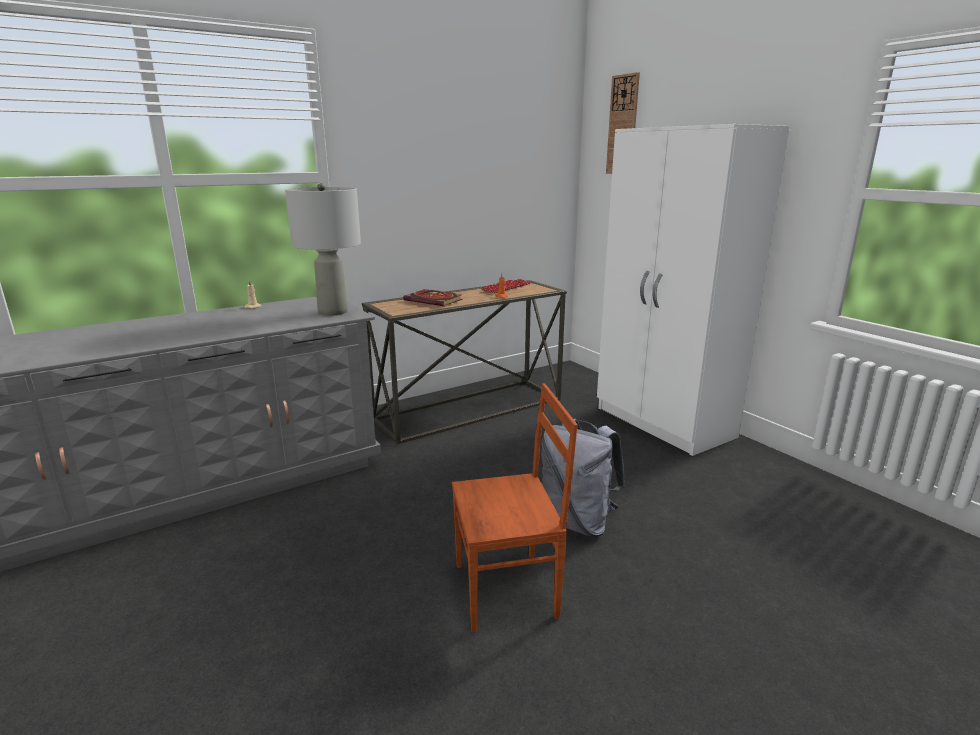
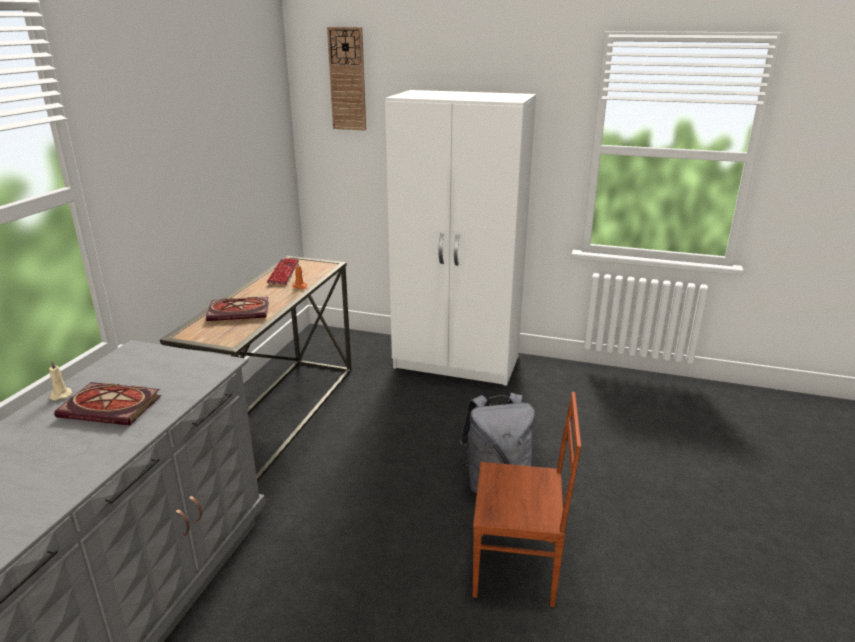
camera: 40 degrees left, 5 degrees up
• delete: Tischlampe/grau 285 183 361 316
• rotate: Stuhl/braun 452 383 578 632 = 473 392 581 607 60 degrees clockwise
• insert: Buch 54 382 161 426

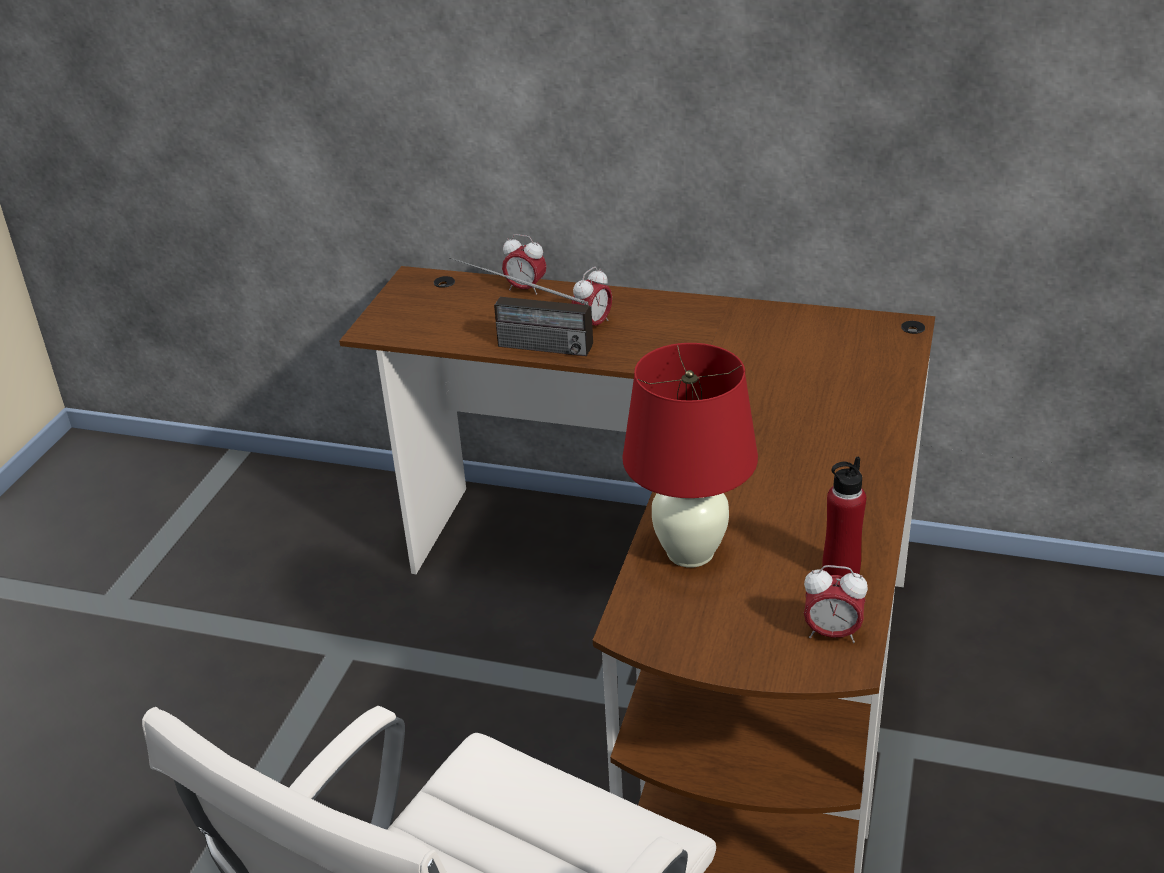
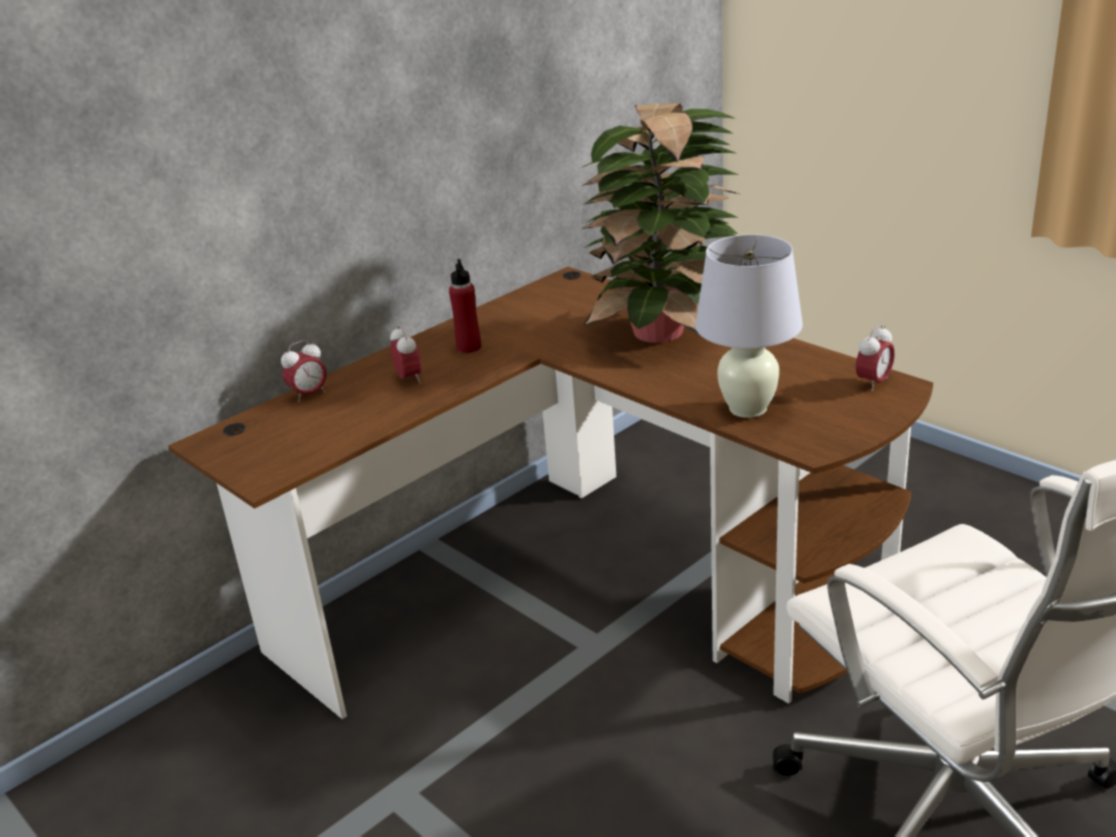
camera: 60 degrees left, 5 degrees down
• delete: Radio 449 257 593 356
• recolor: Tischlampe/rot 622 343 758 567 to Tischlampe/weiß 695 234 803 418
• move: Flasche/rot 822 457 866 576 to 449 259 481 353
• insert: Topfpflanze 578 103 739 343

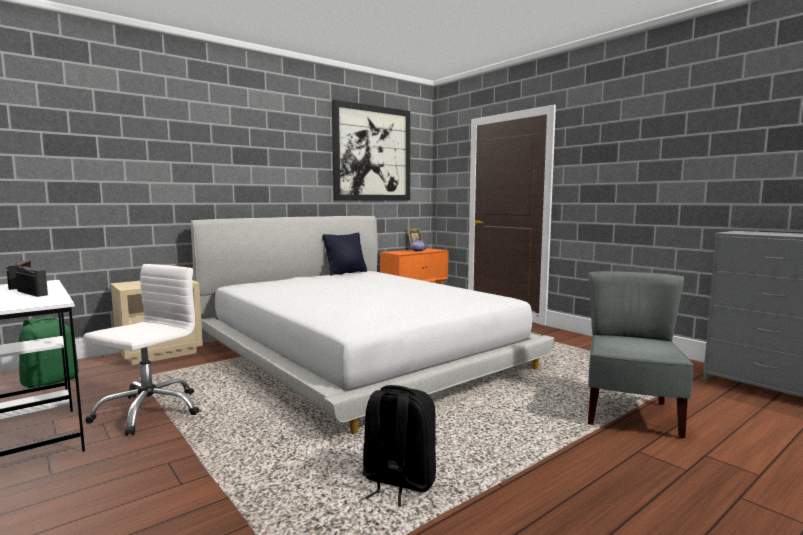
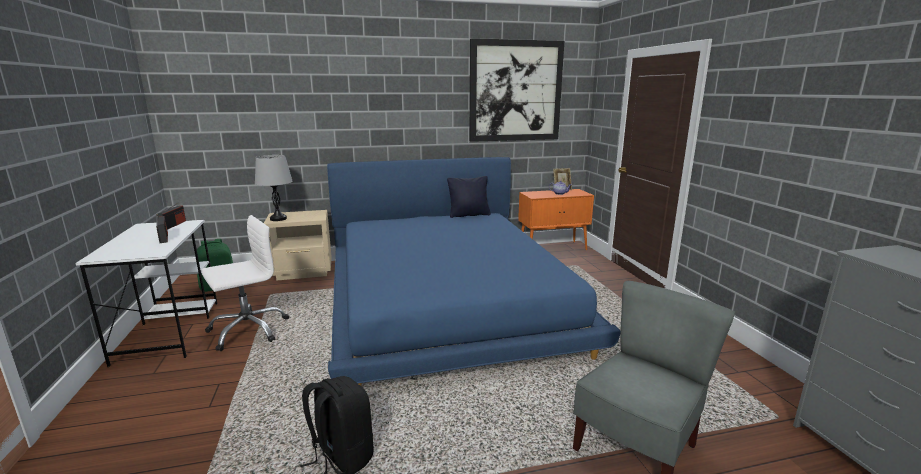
camera: 25 degrees right, 10 degrees up
• recolor: Bett/weiß 191 216 554 434 to Bett/blau 327 157 621 386
• insert: Tischlampe/grau 255 155 292 221

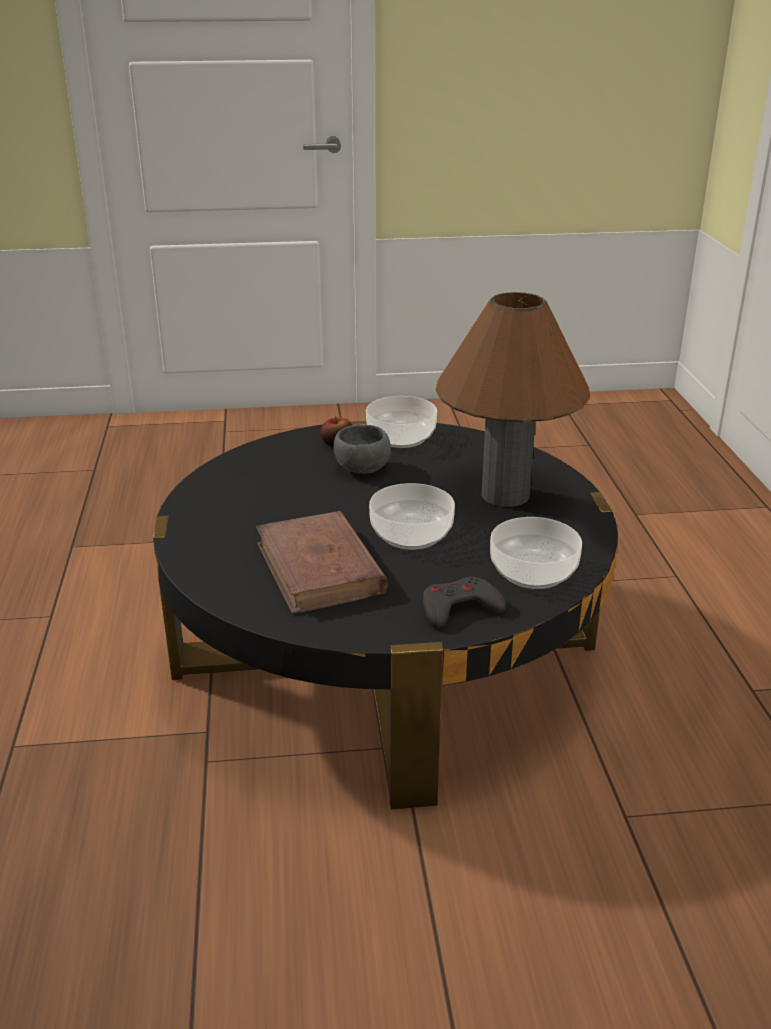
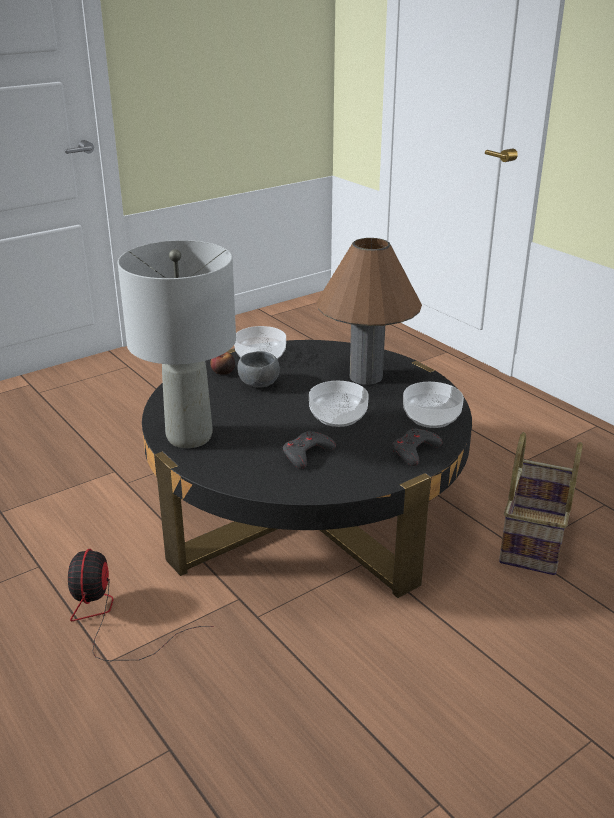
camera: 30 degrees left, 0 degrees up
• replace: Buch/braun 256 511 388 614 to Gamepad/grau 283 431 336 469
• insert: Tischlampe/grau 117 240 236 448
• insert: Korb 499 432 583 575
• insert: Ventilator 68 549 213 661

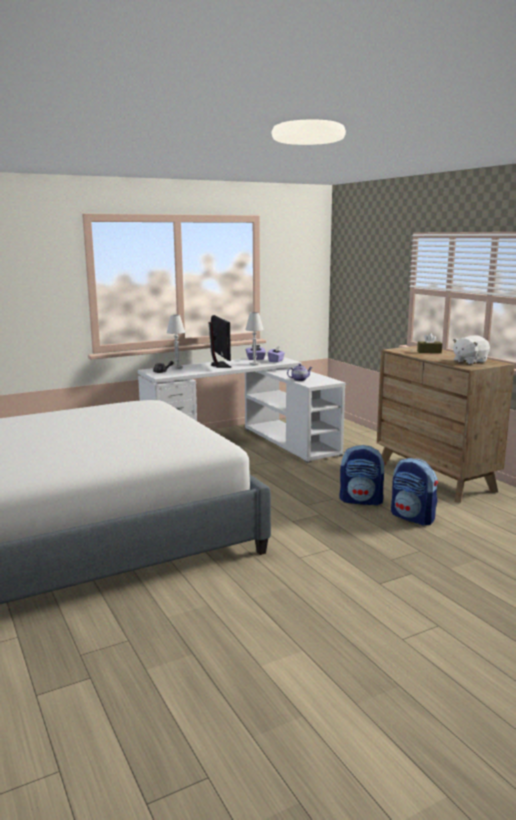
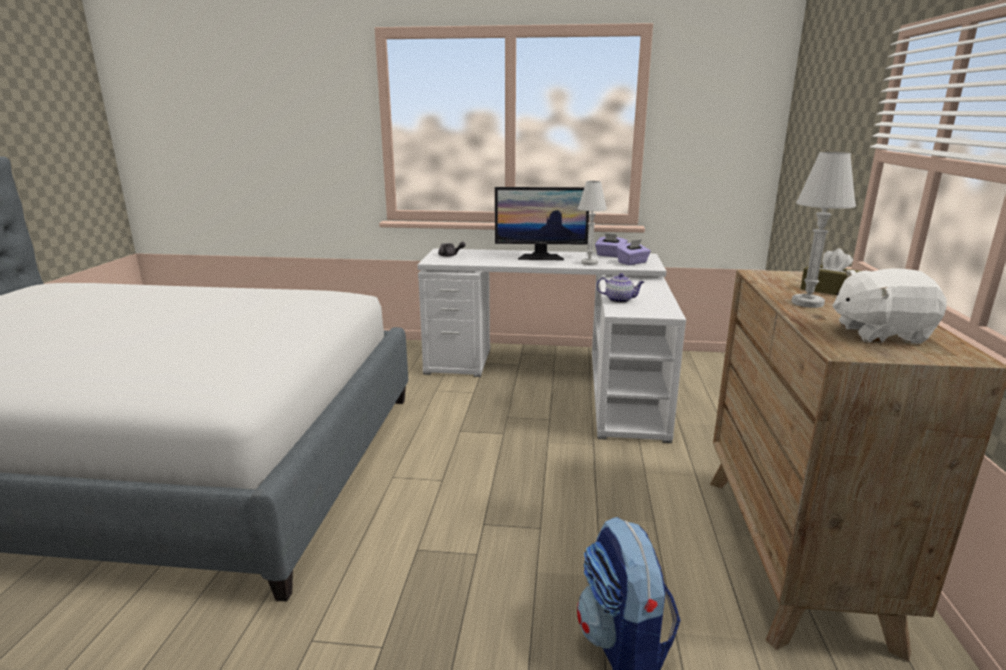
camera: 35 degrees right, 5 degrees up
• move: Tischlampe/weiß 167 315 185 369 to 791 152 856 308
• rotate: Monitor 208 315 231 368 = 495 187 589 260 75 degrees clockwise
• delete: Rucksack 340 445 386 506

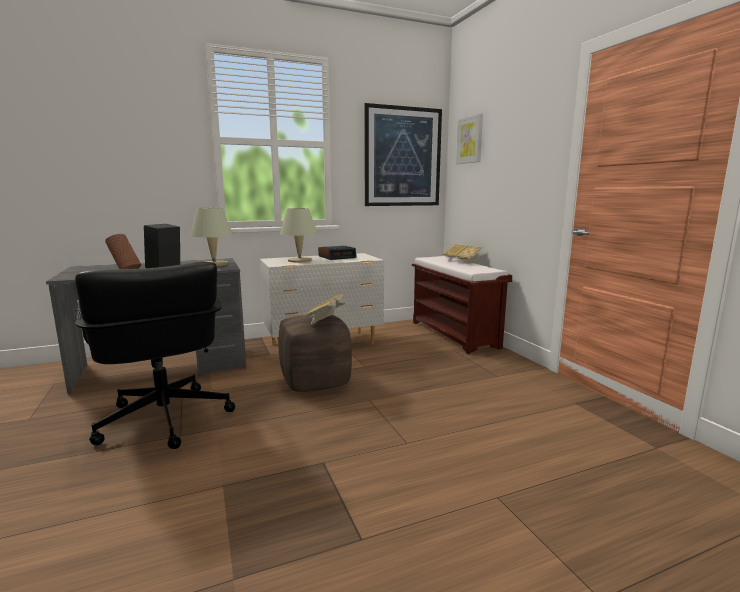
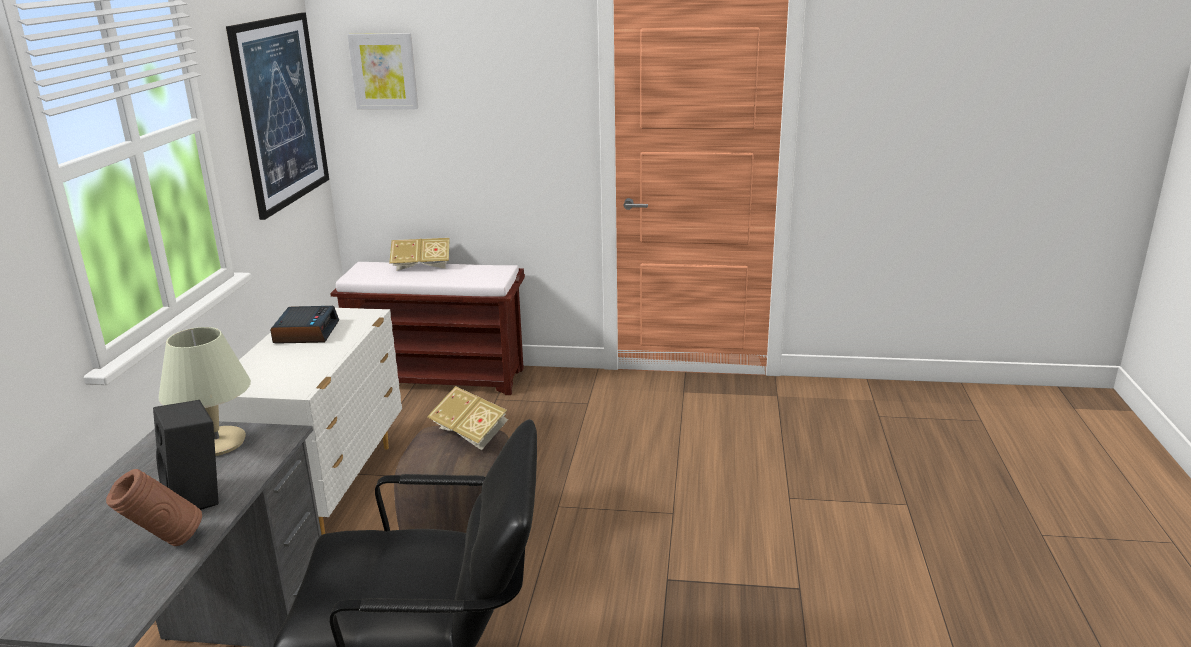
camera: 60 degrees left, 10 degrees up
• delete: Tischlampe/beige 280 208 318 263

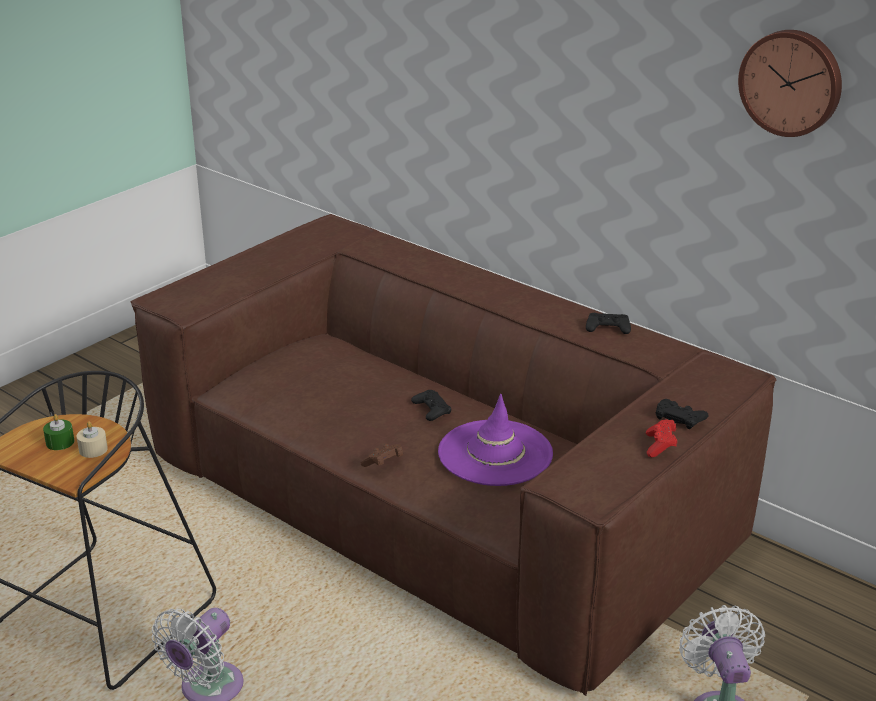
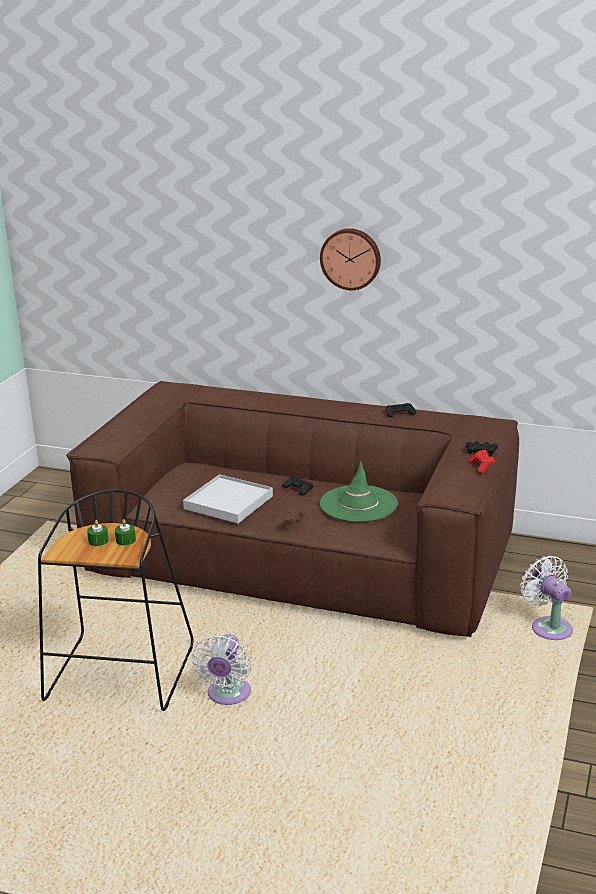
camera: 20 degrees left, 5 degrees down
• move: Wanduhr 738 30 842 137 to 320 228 381 290
• recolor: Hut/lila 438 394 553 486 to Hut/grün 320 461 398 522
• recolor: Kerze/beige 76 421 108 458 to Kerze/grün 115 519 136 545
• insert: Tablett/weiß 183 474 273 524

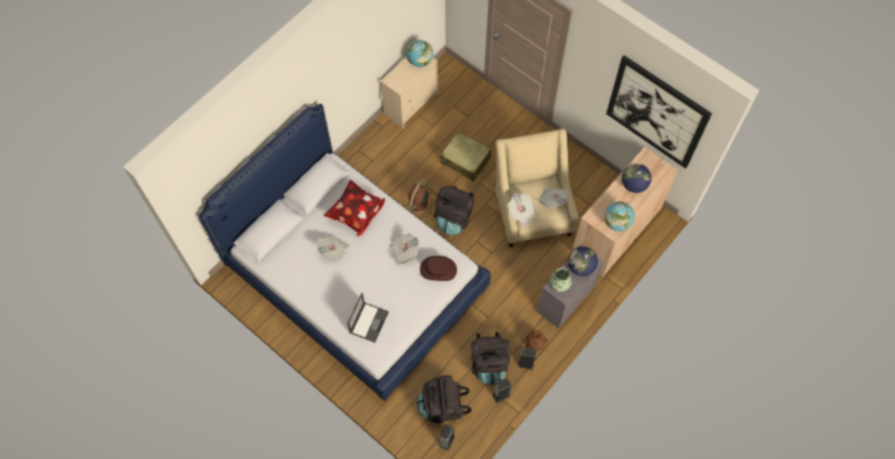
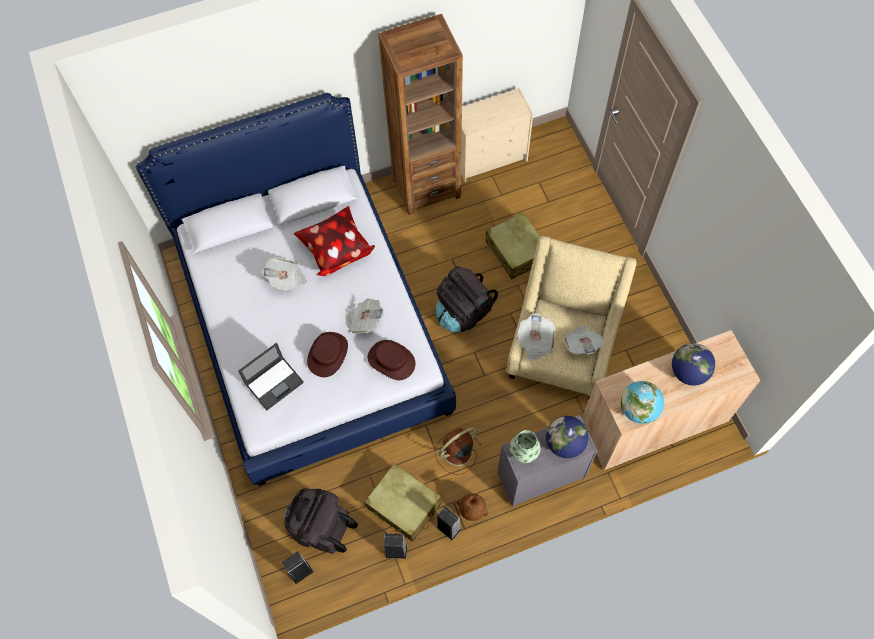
camera: 30 degrees right, 0 degrees up
• delete: Globus 407 40 433 67
• delete: Bild 606 55 712 169
• move: Ventilator/braun 403 180 433 218 to 435 427 482 475
• replace: Rucksack/schwarz 471 332 510 385 to Koffer/beige 364 464 442 542
• insert: Bücherregal/braun 378 14 463 215
• insert: Hut/braun 307 332 348 377

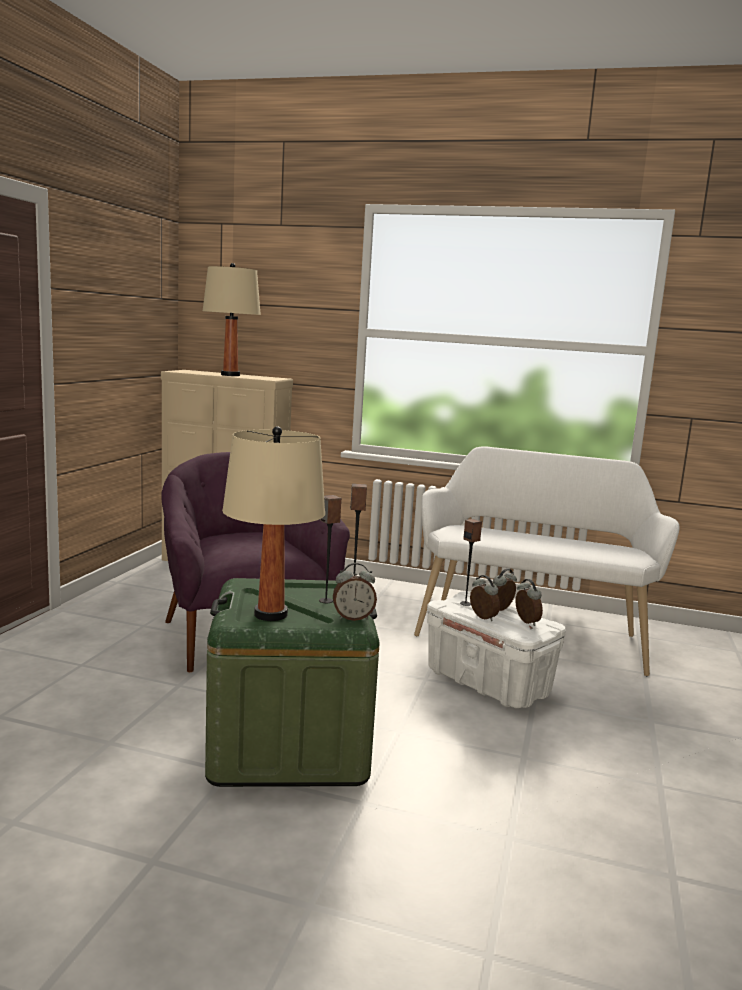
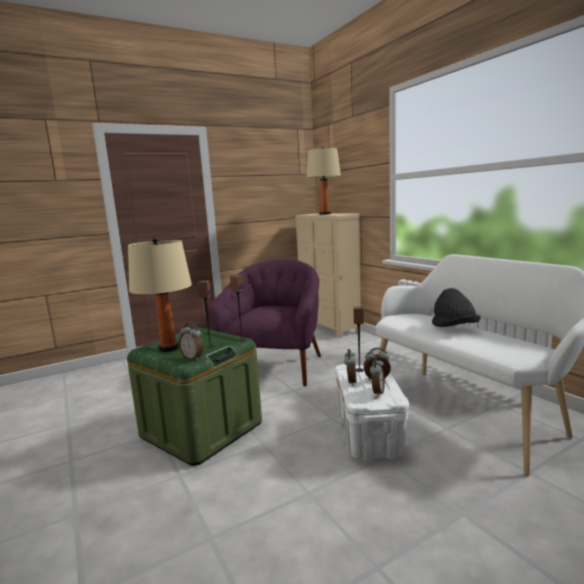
camera: 45 degrees right, 0 degrees up
• insert: Hut/schwarz 432 288 481 327

